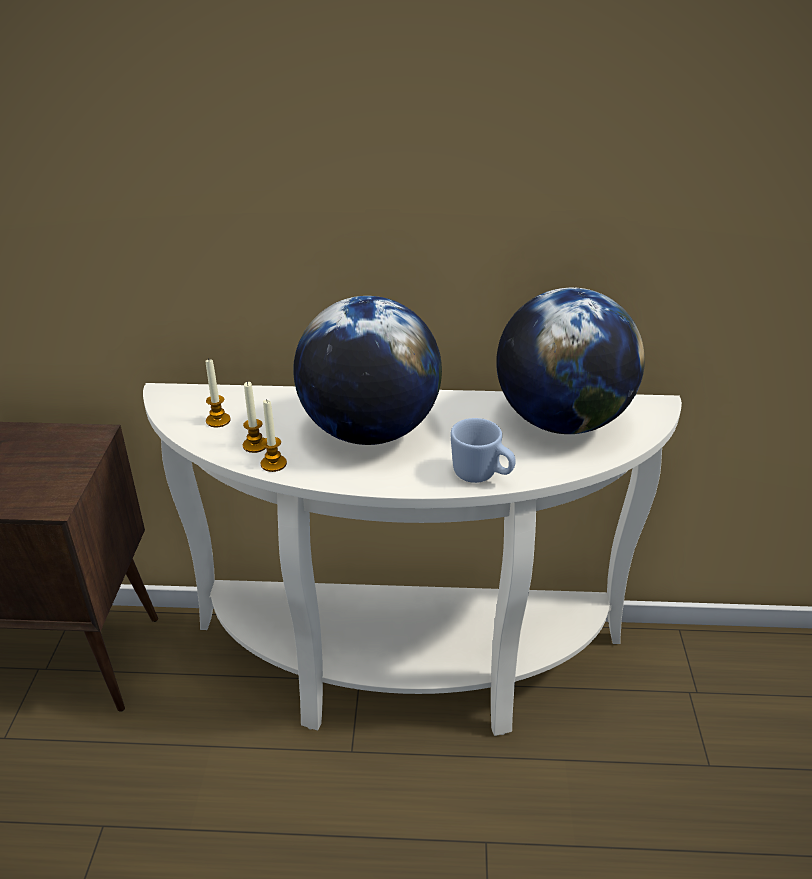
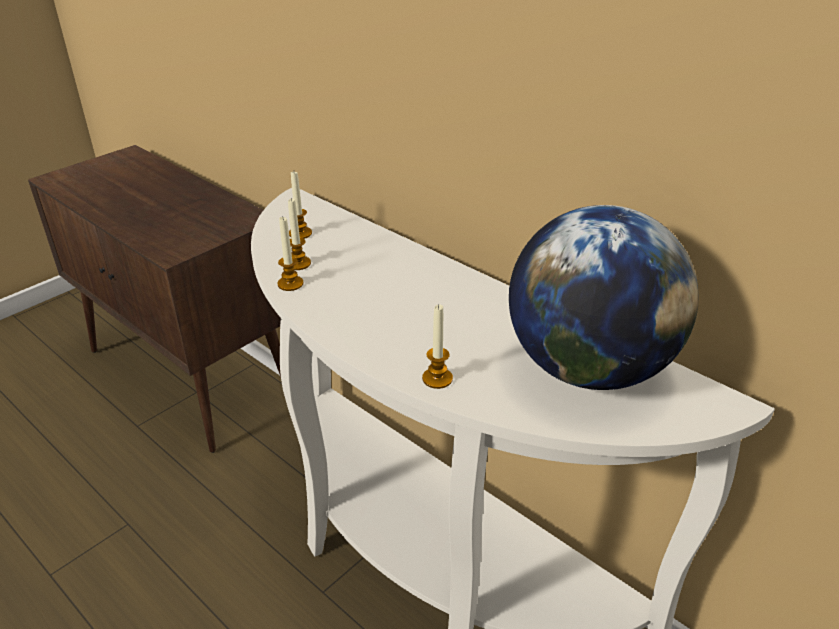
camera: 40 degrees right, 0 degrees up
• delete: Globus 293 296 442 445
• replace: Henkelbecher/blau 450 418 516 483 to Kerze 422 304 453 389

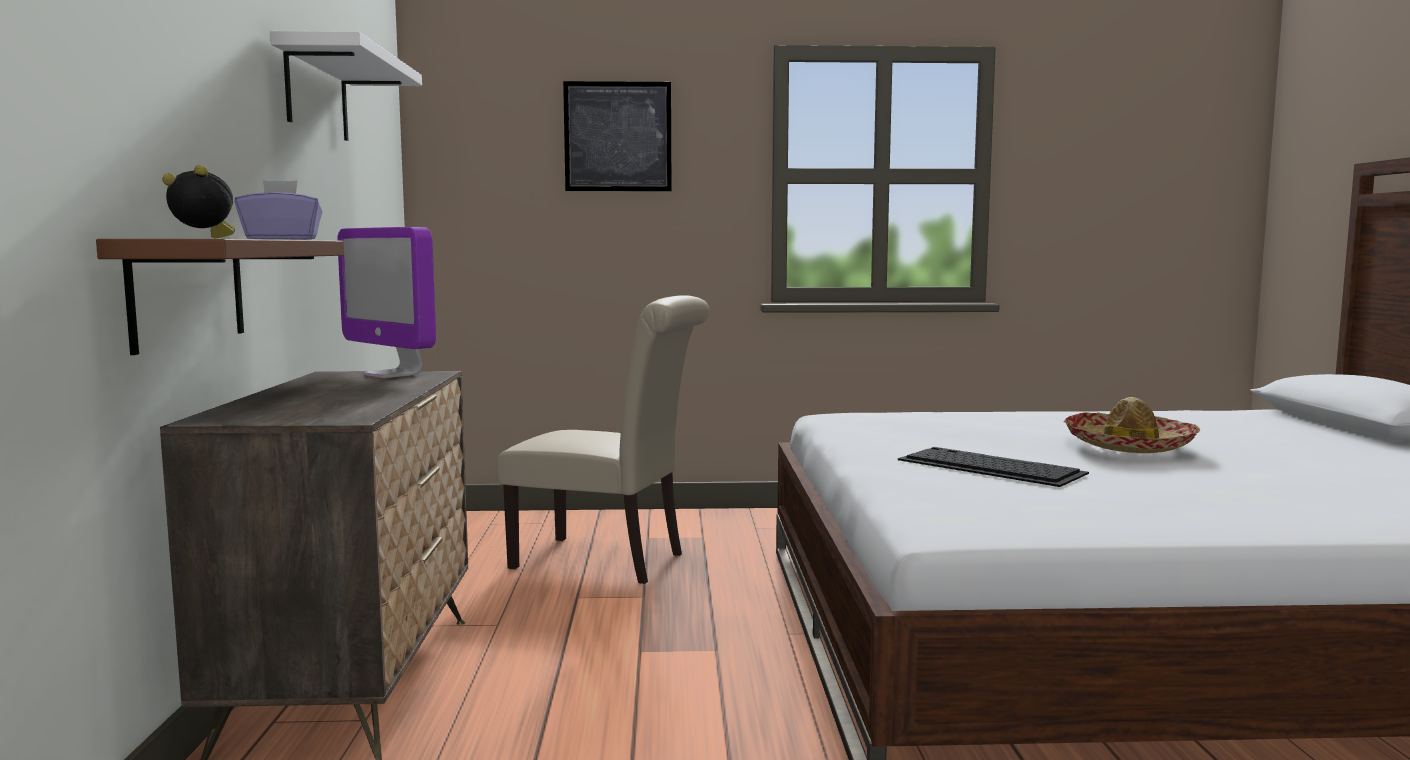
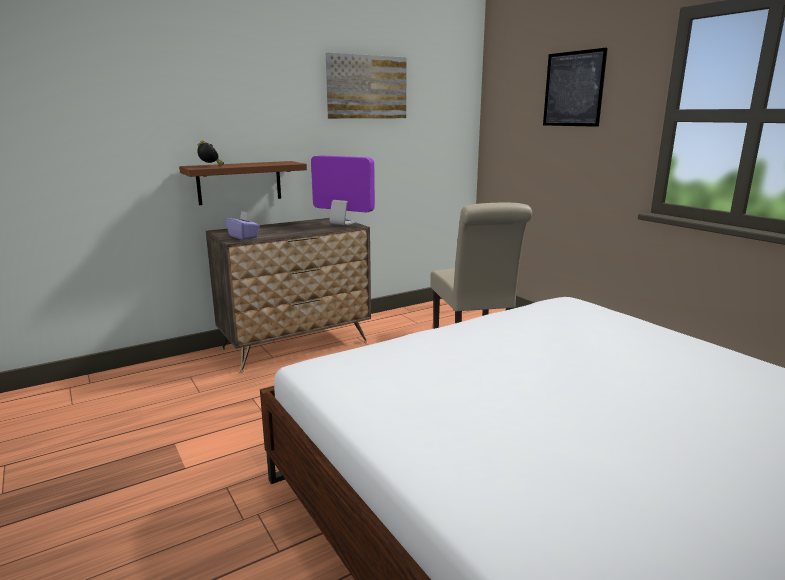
camera: 60 degrees right, 10 degrees up
• replace: Wandregal/weiß 270 31 422 141 to Bild 326 52 407 119
• move: Taschentuchbox/lila 235 180 322 240 to 225 211 260 240
• rotate: Monitor 337 227 436 378 = 311 155 375 226 105 degrees clockwise
• delete: Hut 1063 397 1200 453
• delete: Tastatur 898 447 1089 487

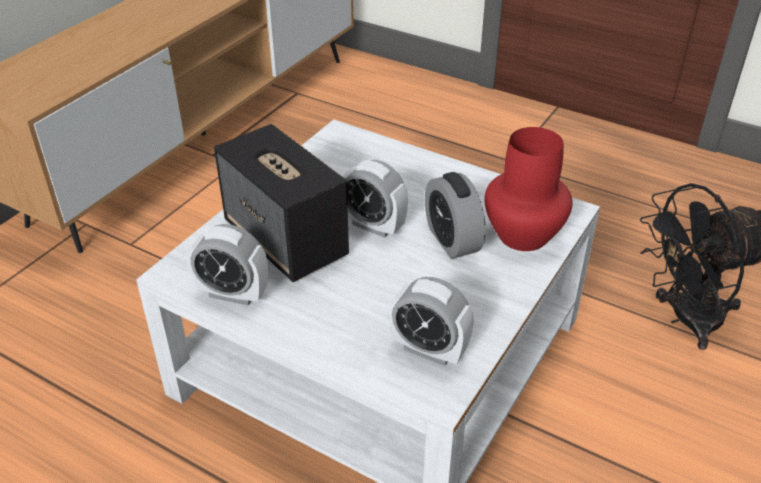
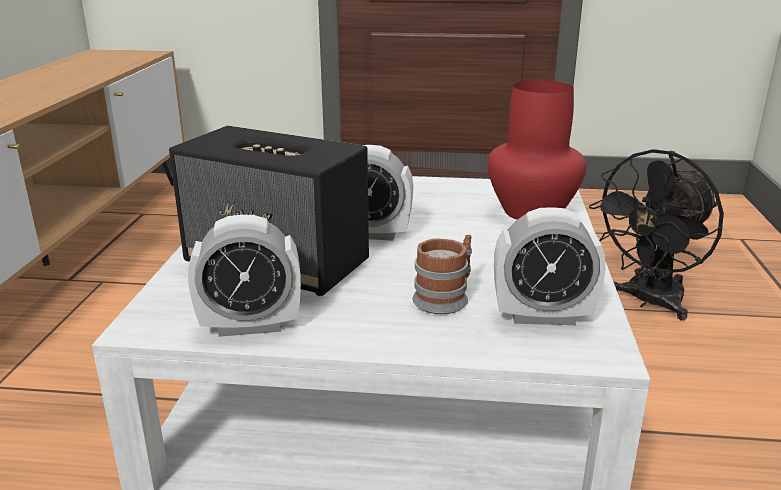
camera: 25 degrees left, 15 degrees down
• delete: Wecker 425 172 486 259
• insert: Henkelbecher 412 235 472 314

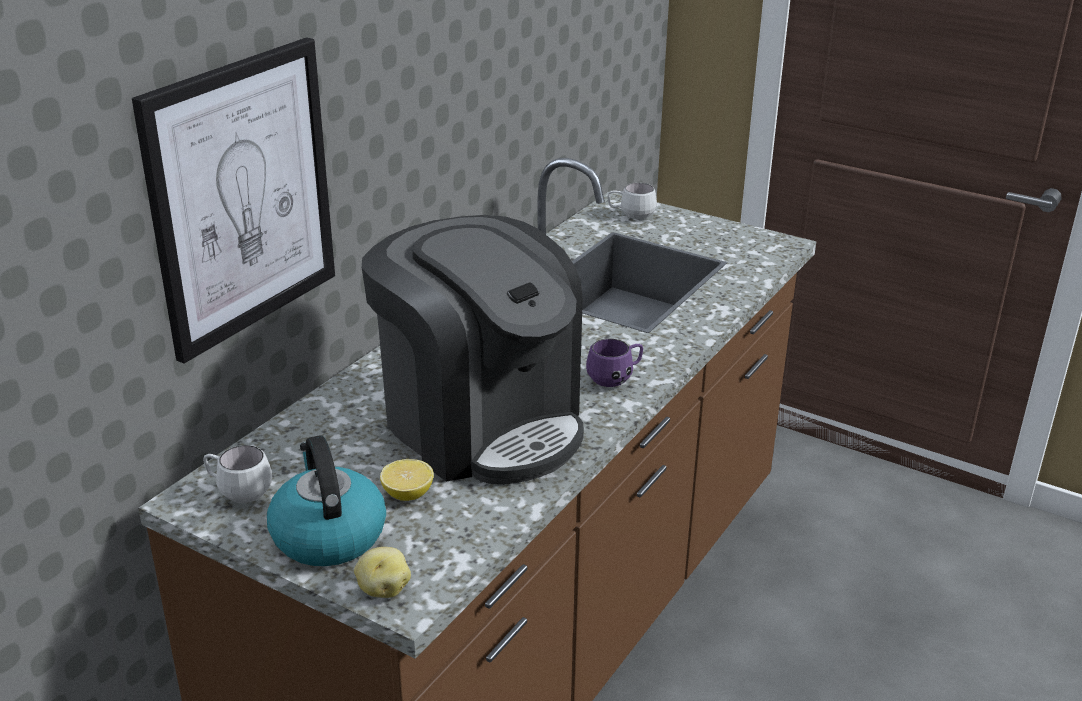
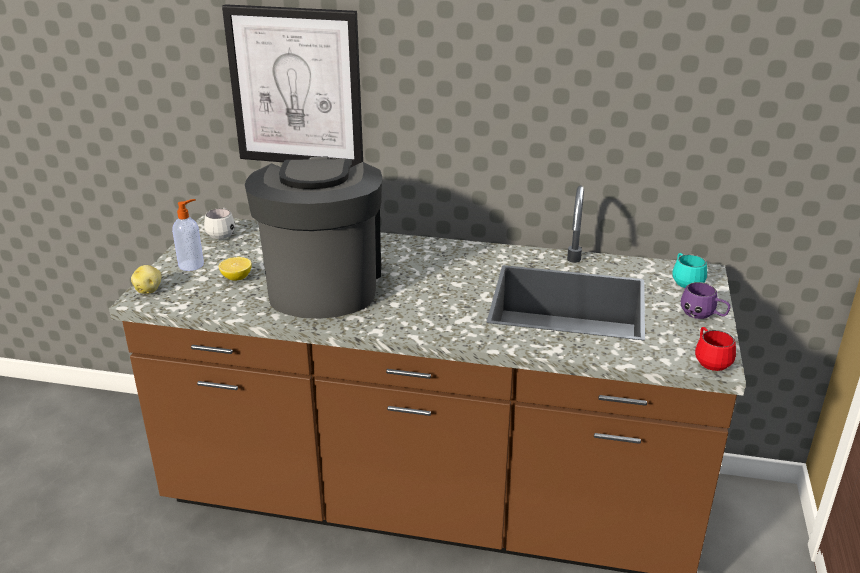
camera: 70 degrees right, 0 degrees up
• recolor: Henkelbecher/weiß 607 183 657 219 to Henkelbecher/türkis 672 253 707 288
• rotate: Kaffeemaschine 362 215 584 485 = 245 156 382 319 150 degrees clockwise
• move: Henkelbecher/lila 586 338 643 387 to 681 282 730 319
• replace: Wasserkessel 267 435 386 566 to Seifenspender 172 199 204 271
• insert: Henkelbecher/rot 695 327 736 371

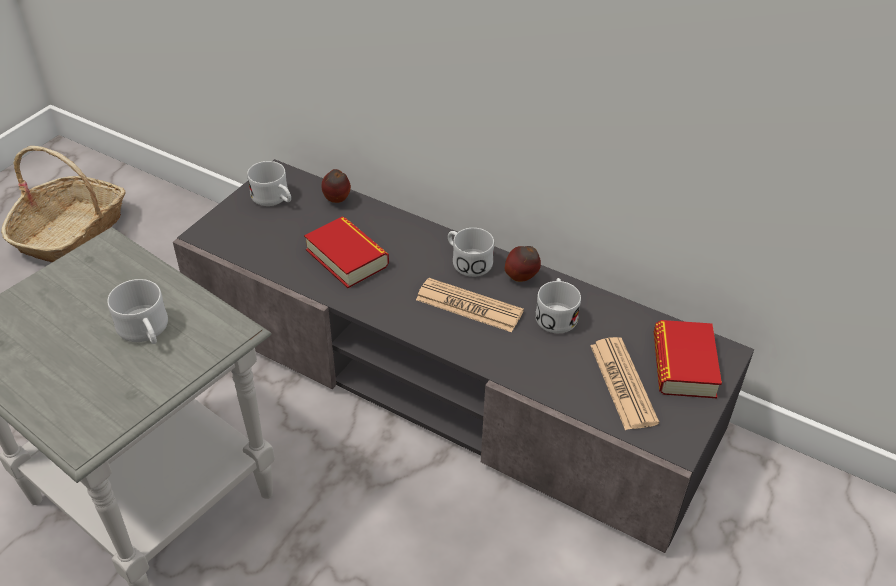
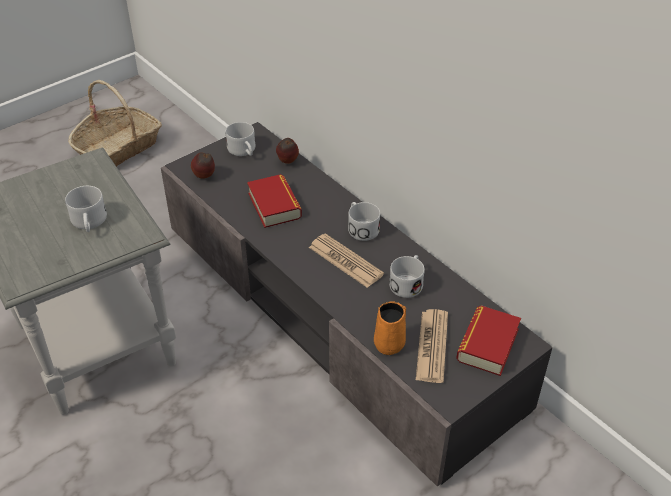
camera: 20 degrees right, 0 degrees up
• move: Apfel 505 246 541 282 to 191 152 215 179
• insert: Henkelbecher/orange 374 302 406 355

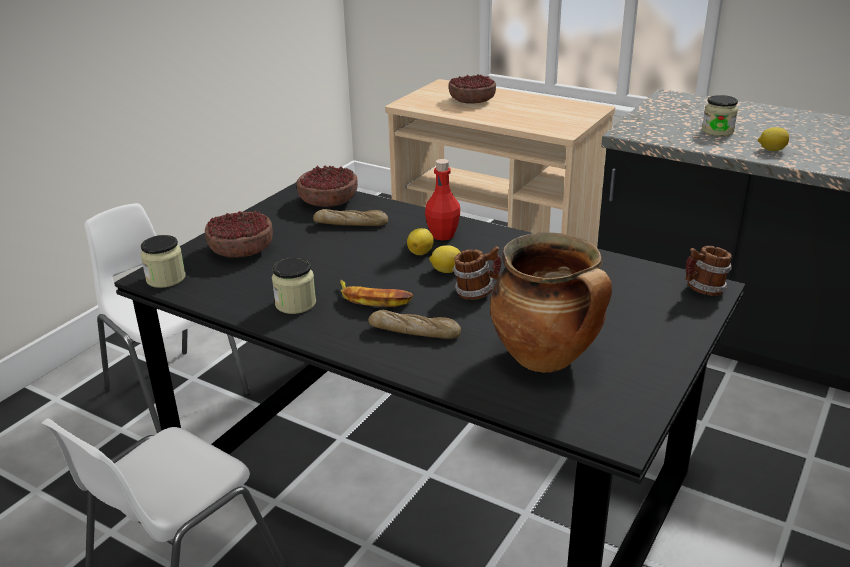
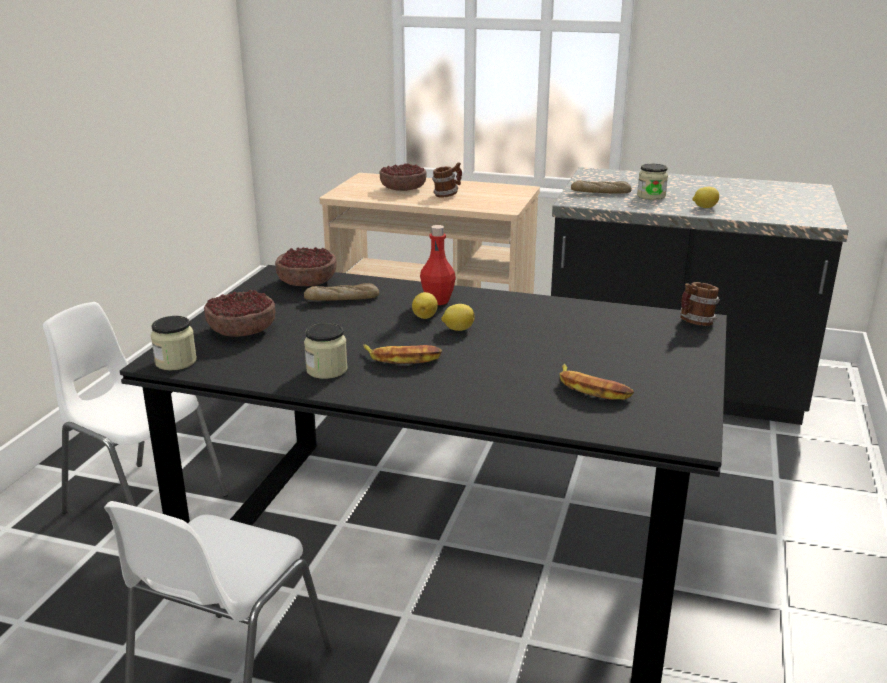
camera: 15 degrees left, 5 degrees down
• replace: Kochtopf 490 233 612 373 to Banane 559 364 634 400
• move: Henkelbecher 453 246 501 300 to 432 162 462 198
• move: Brot 368 310 461 339 to 571 181 632 194

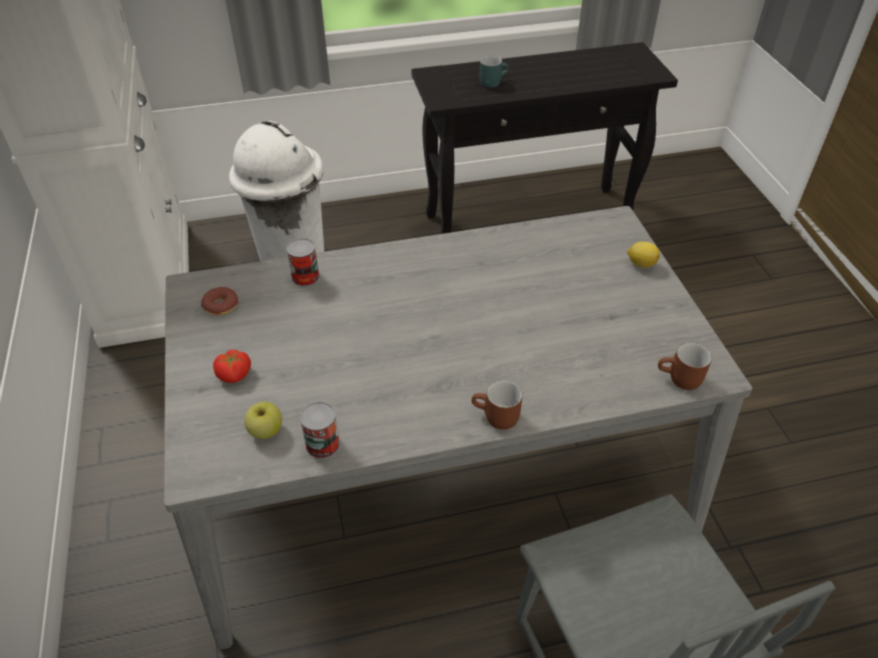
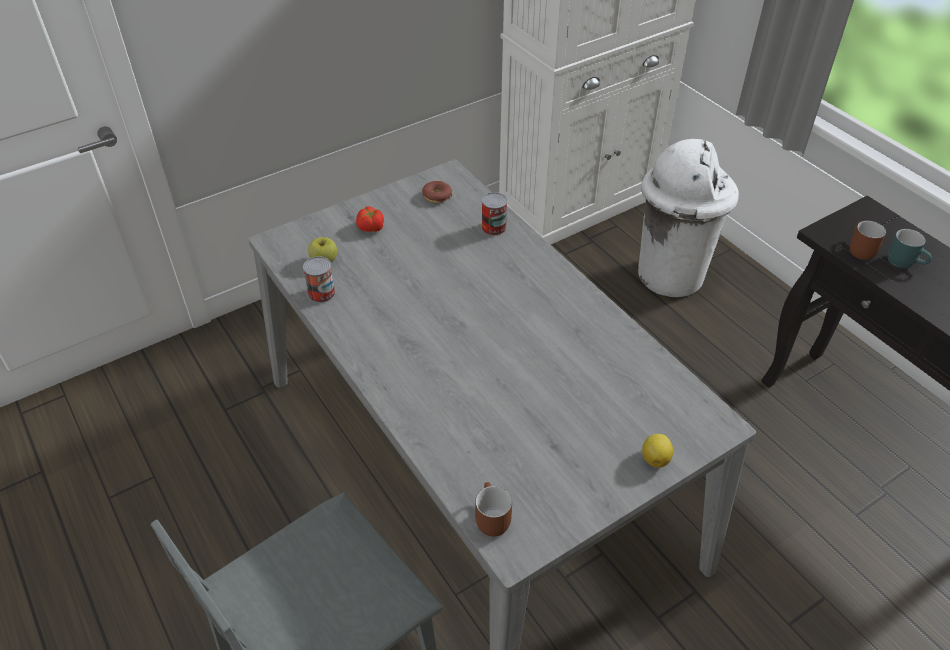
camera: 70 degrees right, 0 degrees up
• move: Henkelbecher/braun 472 380 523 430 to 850 221 886 260

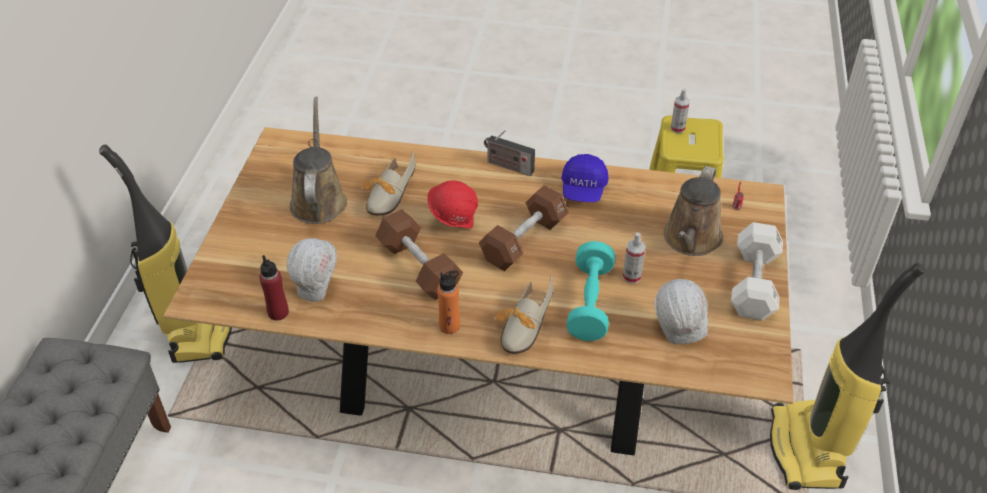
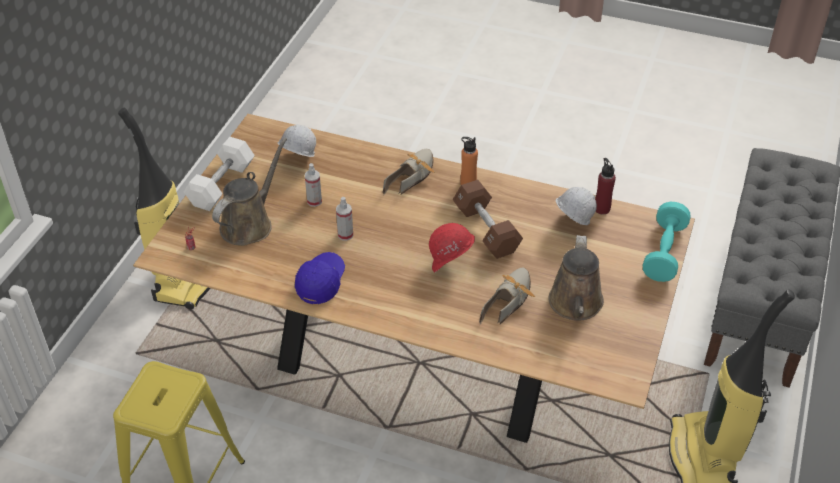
camera: 170 degrees left, 0 degrees up
• move: Sprühflasche 670 88 690 133 to 336 197 353 241
• delete: Radio 484 130 535 176
• delete: Hantel/braun 479 185 569 271
• move: Hantel/türkis 567 241 615 341 to 643 202 690 282

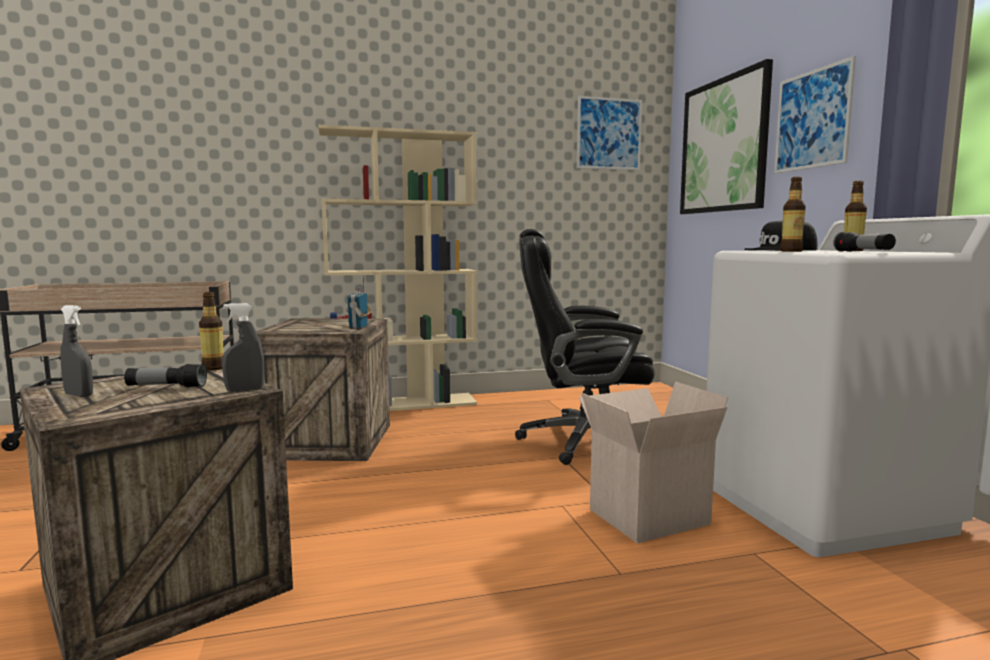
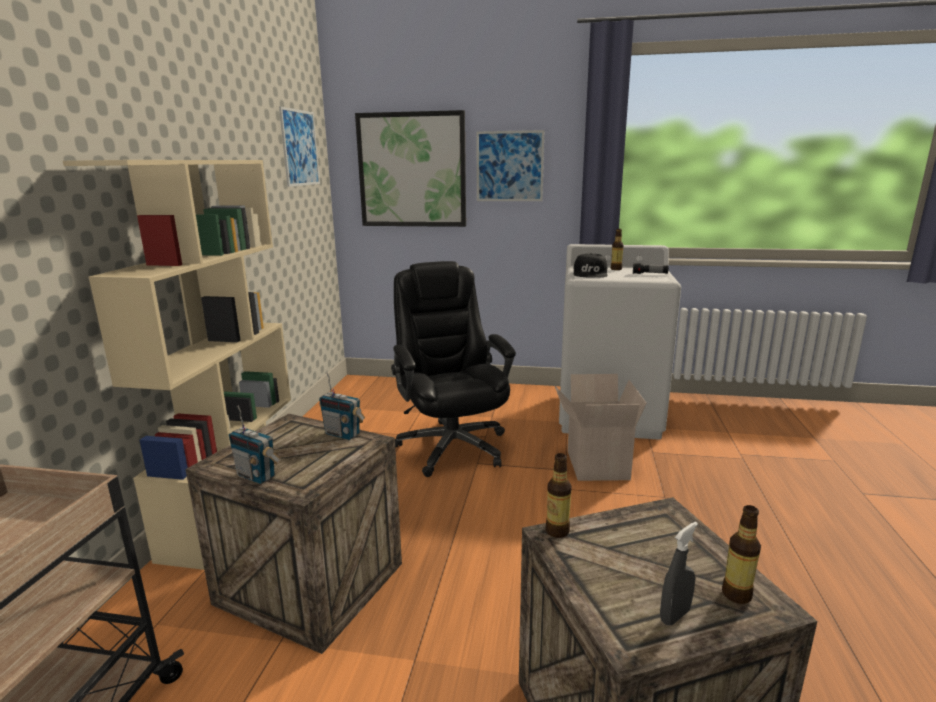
camera: 65 degrees left, 10 degrees up
• move: Flasche 780 177 806 252 to 722 505 761 604
• rotate: Bürostuhl/schwarz 515 229 654 465 = 391 261 516 477 135 degrees clockwise
• delete: Sprühflasche/grau 222 303 264 392
• delete: Taschenlampe 124 364 207 387
• insert: Radio 228 405 280 484

